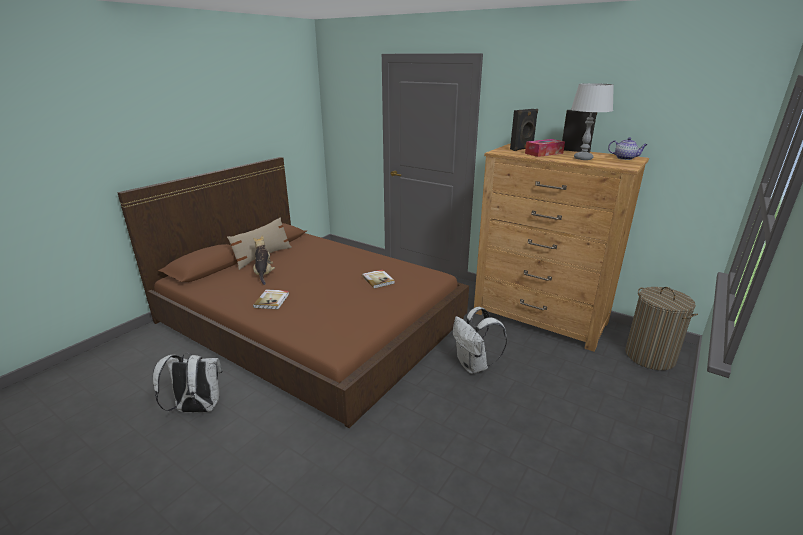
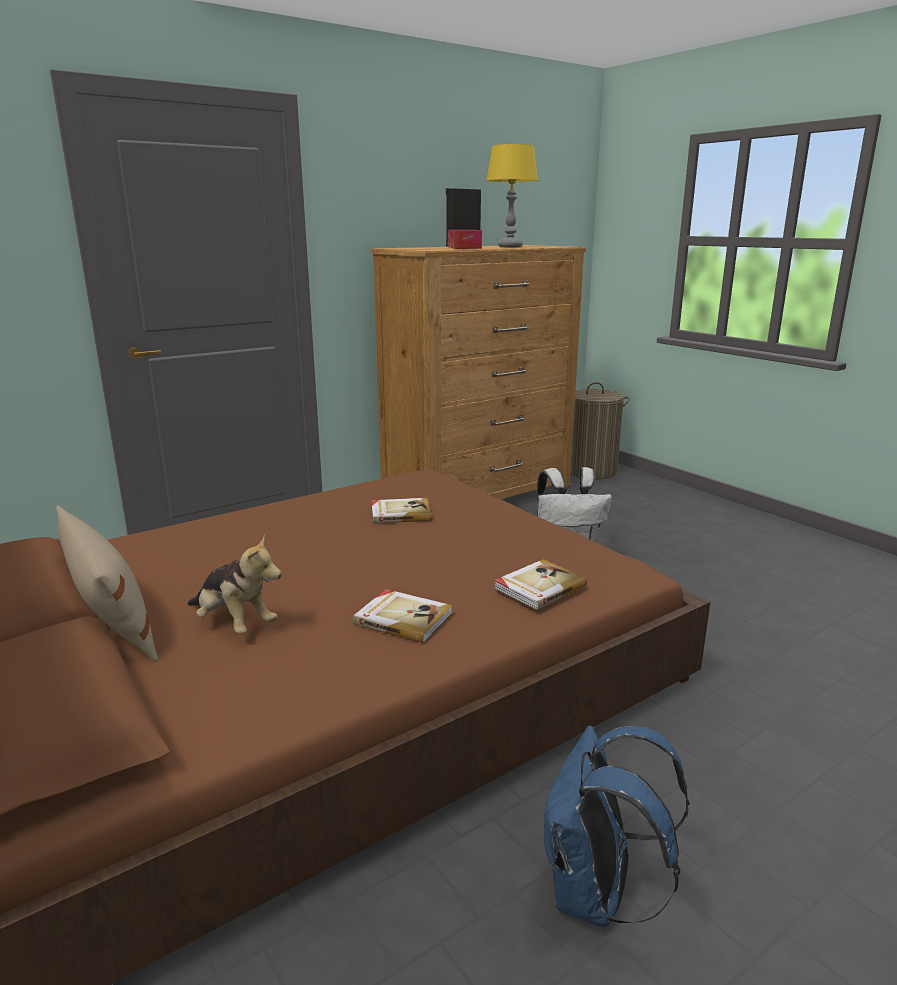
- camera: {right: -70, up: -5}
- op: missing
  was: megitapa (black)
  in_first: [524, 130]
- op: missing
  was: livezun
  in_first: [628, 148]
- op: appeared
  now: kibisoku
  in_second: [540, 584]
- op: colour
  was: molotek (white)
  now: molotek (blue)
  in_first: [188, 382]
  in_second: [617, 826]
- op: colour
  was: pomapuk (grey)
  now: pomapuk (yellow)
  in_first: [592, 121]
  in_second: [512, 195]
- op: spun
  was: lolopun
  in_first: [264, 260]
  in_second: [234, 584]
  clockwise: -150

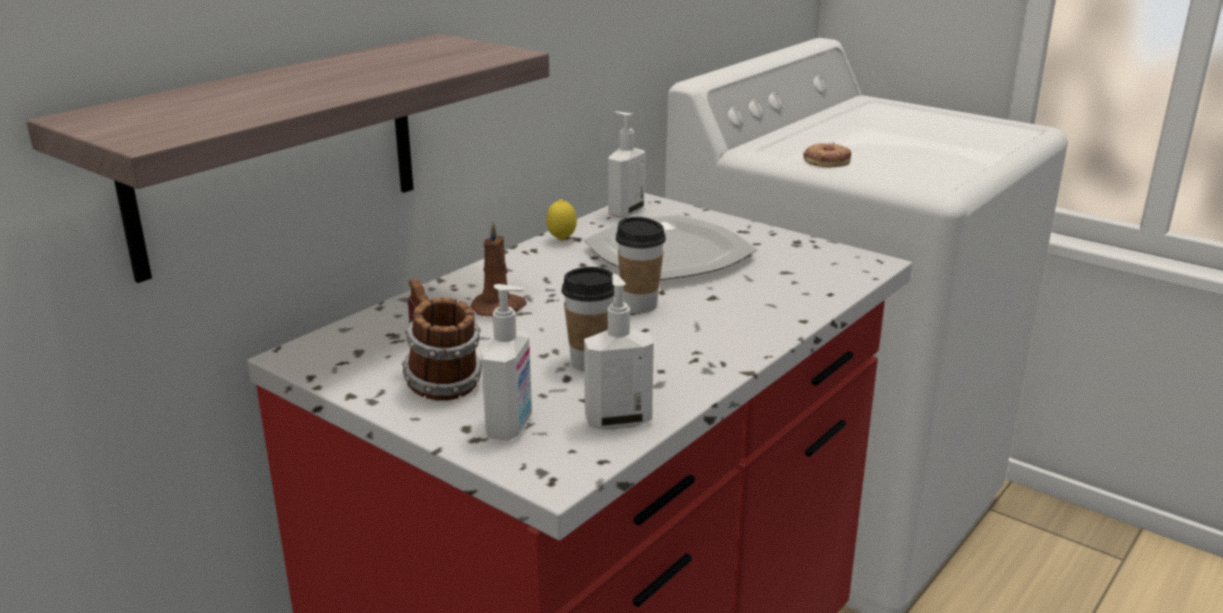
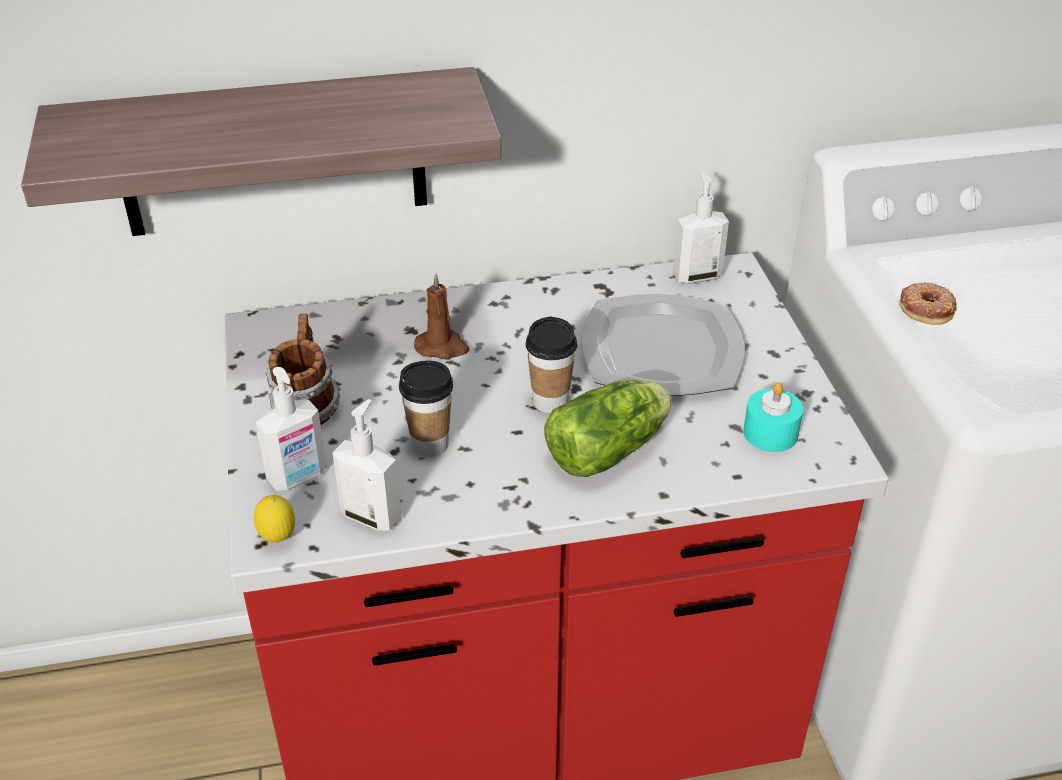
- camera: {right: 40, up: 15}
- op: appeared
  now: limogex
  in_second: [607, 428]
- op: appeared
  now: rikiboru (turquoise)
  in_second: [773, 417]
- op: relocated
  was: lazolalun
  in_first: [561, 220]
  in_second: [274, 518]

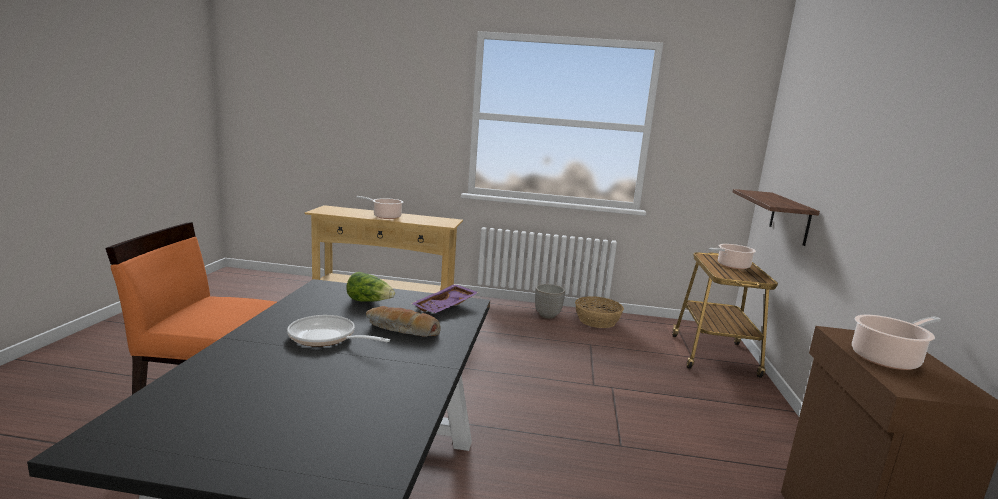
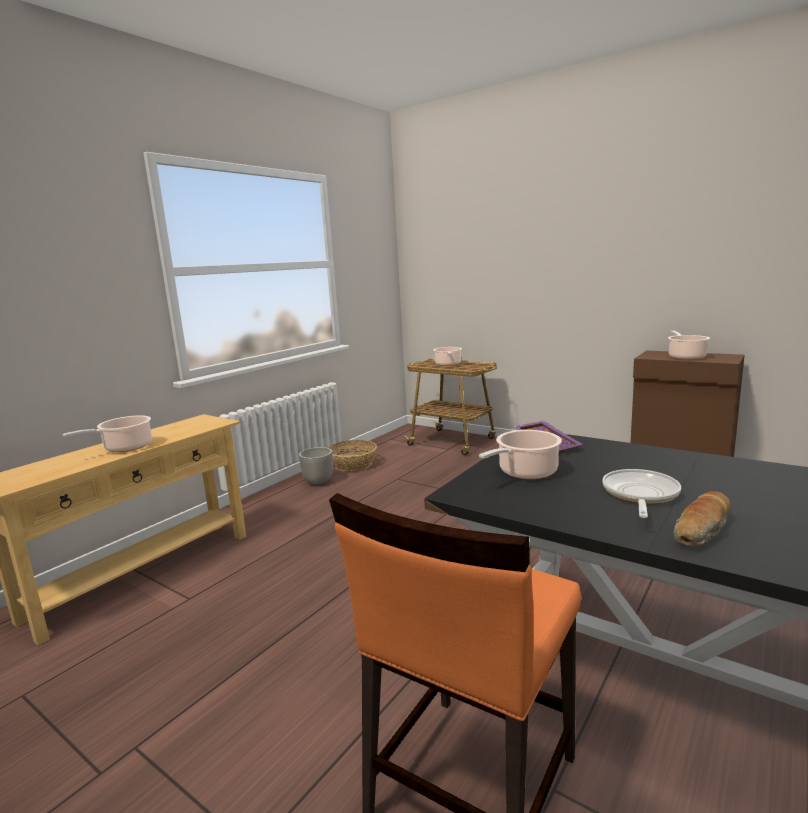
- camera: {right: -60, up: 0}
- op: missing
  was: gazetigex
  in_first: [776, 217]
- op: relocated
  was: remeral
  in_first: [403, 321]
  in_second: [702, 519]
- op: exchanged
  was: limogex
  now: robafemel
  in_first: [370, 287]
  in_second: [520, 454]
- op: spun
  was: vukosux
  in_first: [338, 331]
  in_second: [641, 493]
  clockwise: 150

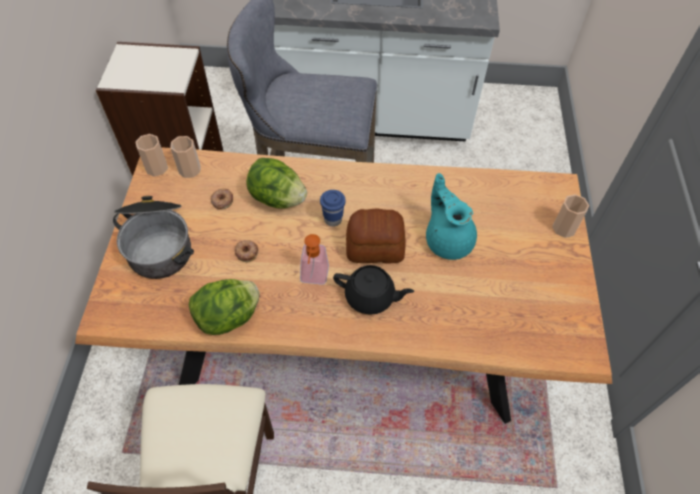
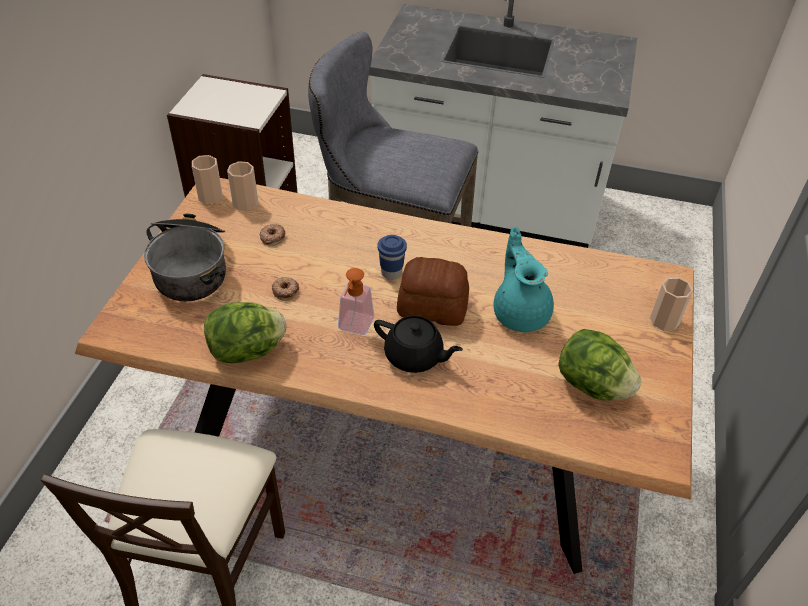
- camera: {right: 10, up: -10}
- op: relocated
  was: limogex
  in_first: [276, 183]
  in_second: [600, 365]

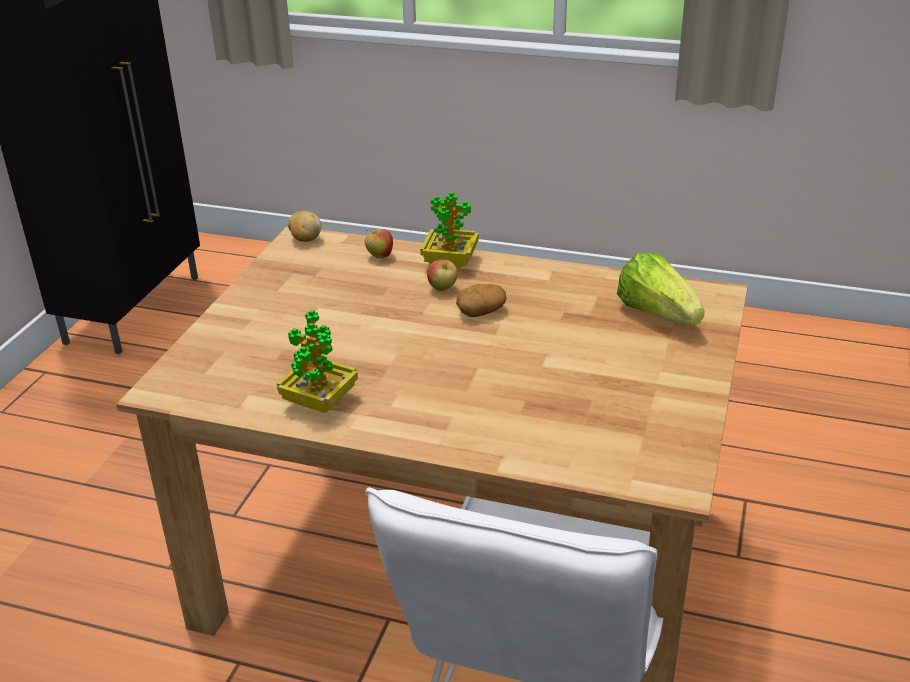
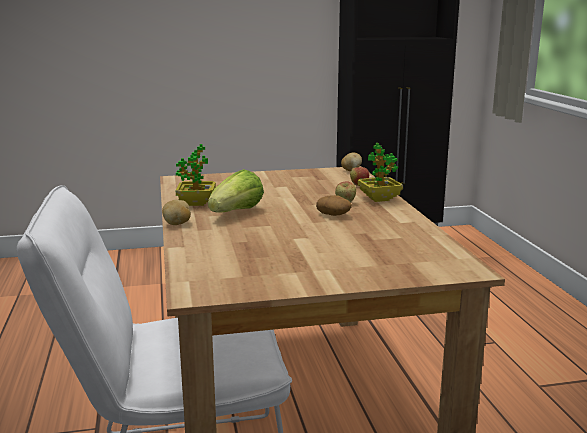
- camera: {right: 60, up: -15}
- op: appeared
  now: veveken
  in_second: [176, 212]
- op: relocated
  was: limogex
  in_first: [661, 289]
  in_second: [236, 191]

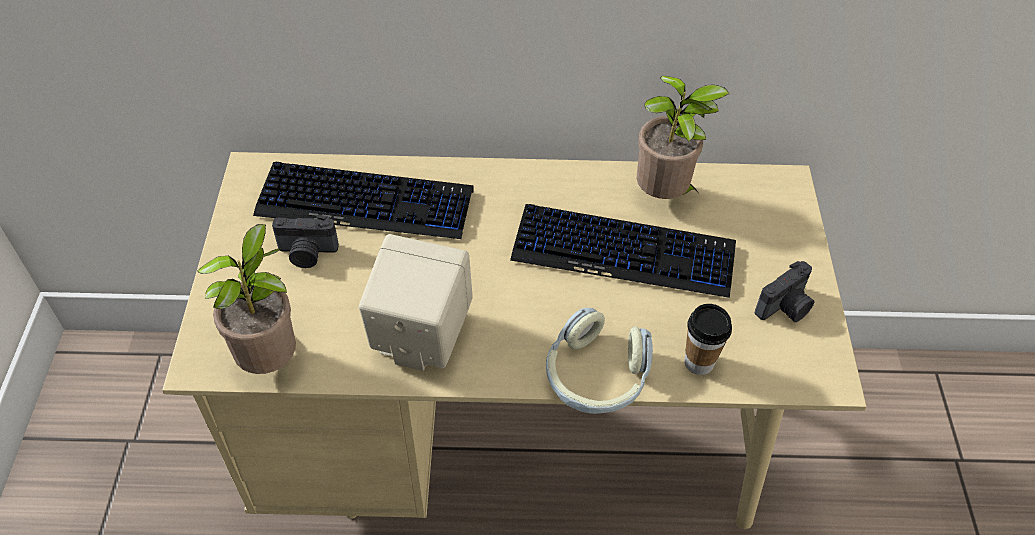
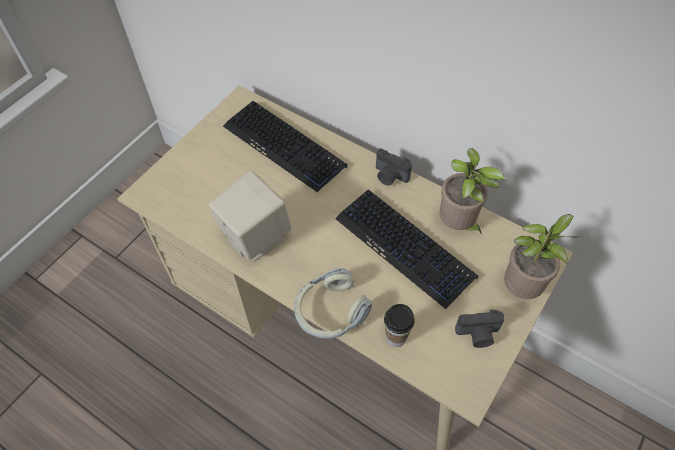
- camera: {right: 35, up: 5}
- op: relocated
  was: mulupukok
  in_first: [246, 299]
  in_second: [540, 256]
- op: relocated
  was: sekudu
  in_first: [305, 241]
  in_second: [394, 167]

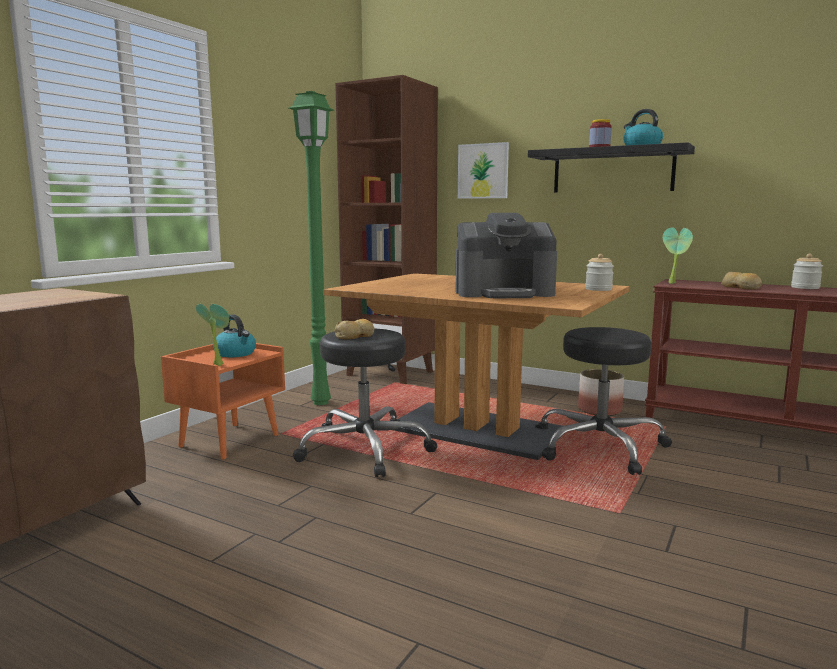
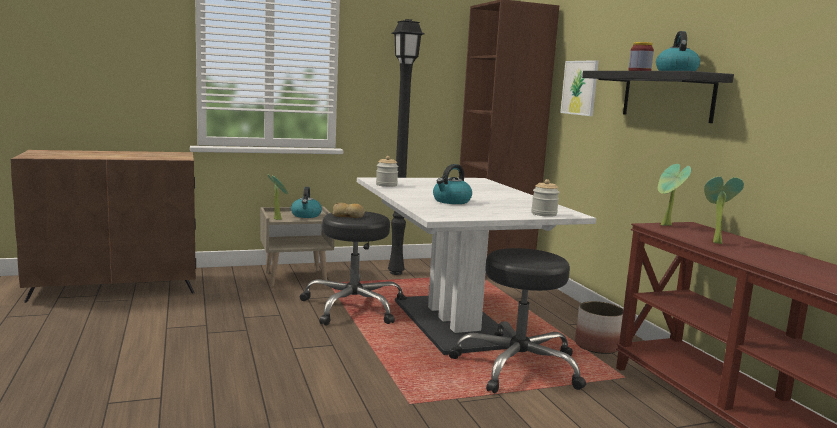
- camera: {right: 40, up: 0}
- op: relocated
  was: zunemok
  in_first: [807, 271]
  in_second: [387, 171]
- op: exchanged
  was: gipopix
  now: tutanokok
  in_first: [506, 255]
  in_second: [452, 184]
- op: exchanged
  was: remeral
  now: mulupukok
  in_first: [741, 281]
  in_second: [724, 210]
- op: colour
  was: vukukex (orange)
  now: vukukex (beige)
  in_first: [223, 401]
  in_second: [297, 246]
- op: colour
  was: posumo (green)
  now: posumo (black)
  in_first: [311, 248]
  in_second: [406, 147]
- op: colour
  was: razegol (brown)
  now: razegol (white)
  in_first: [476, 366]
  in_second: [476, 266]

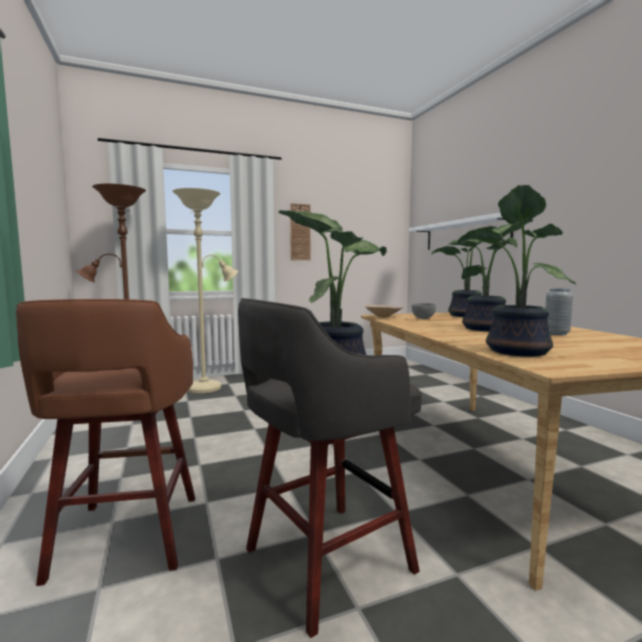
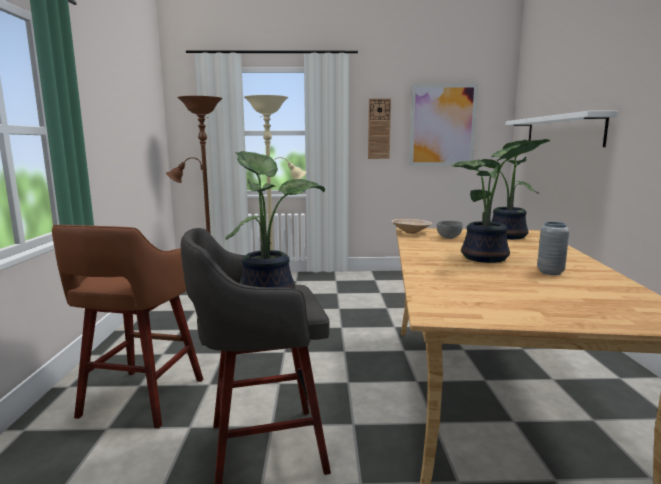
- camera: {right: 20, up: 5}
- op: missing
  was: mulupukok
  in_first: [516, 271]
- op: appeared
  now: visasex
  in_second: [443, 125]

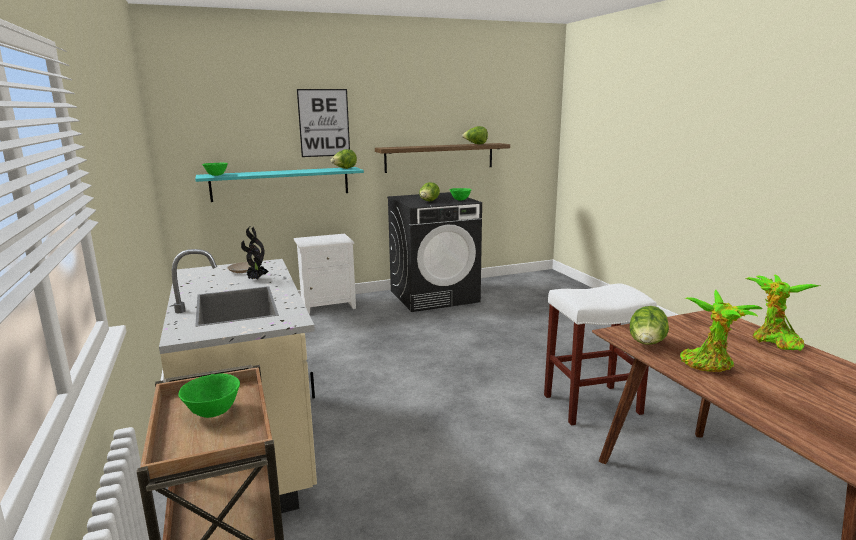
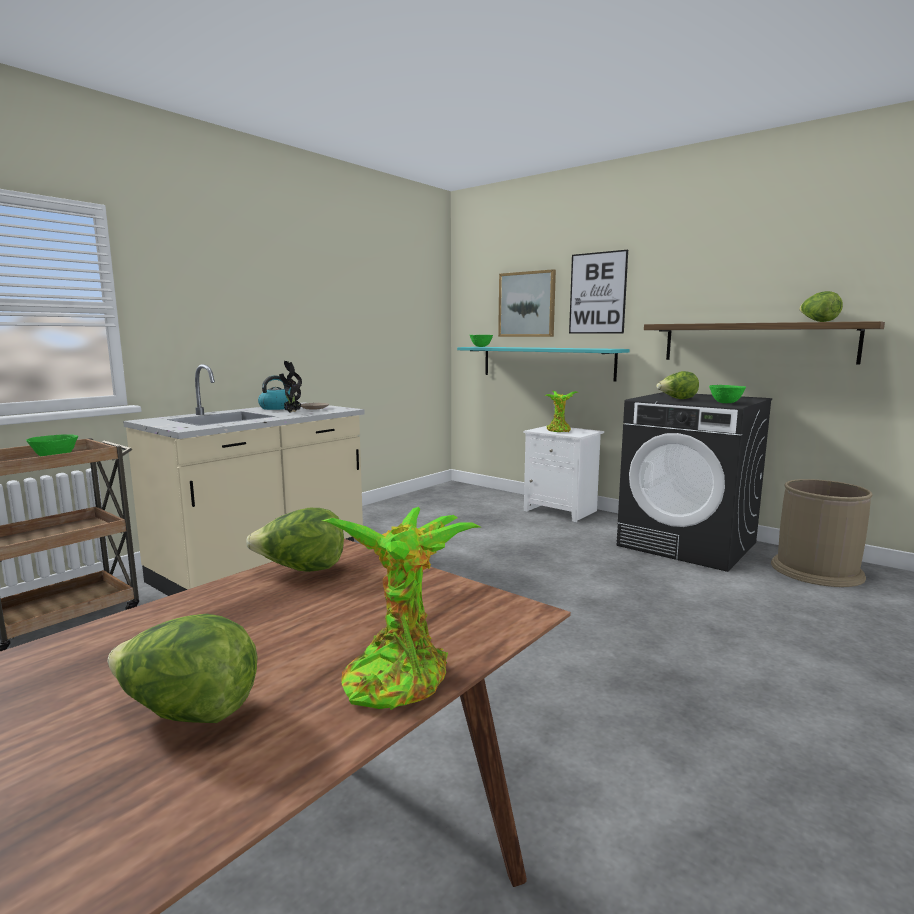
- camera: {right: 60, up: -5}
- op: missing
  was: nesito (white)
  in_first: [600, 354]
- op: appeared
  now: tutanokok
  in_second: [274, 393]
- op: appeared
  now: visasex
  in_second: [527, 303]
- op: appeared
  now: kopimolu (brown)
  in_second: [822, 533]
- op: relocated
  was: limogex
  in_first: [344, 159]
  in_second: [182, 668]
- op: relocated
  was: mulupukok
  in_first: [721, 331]
  in_second: [561, 411]

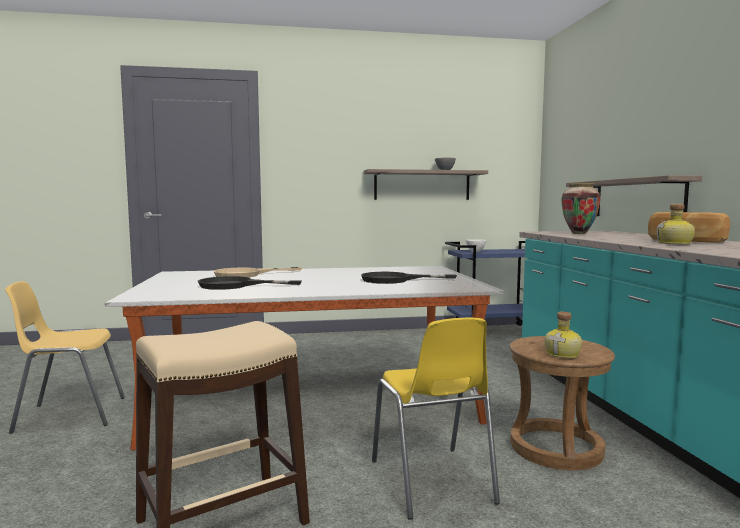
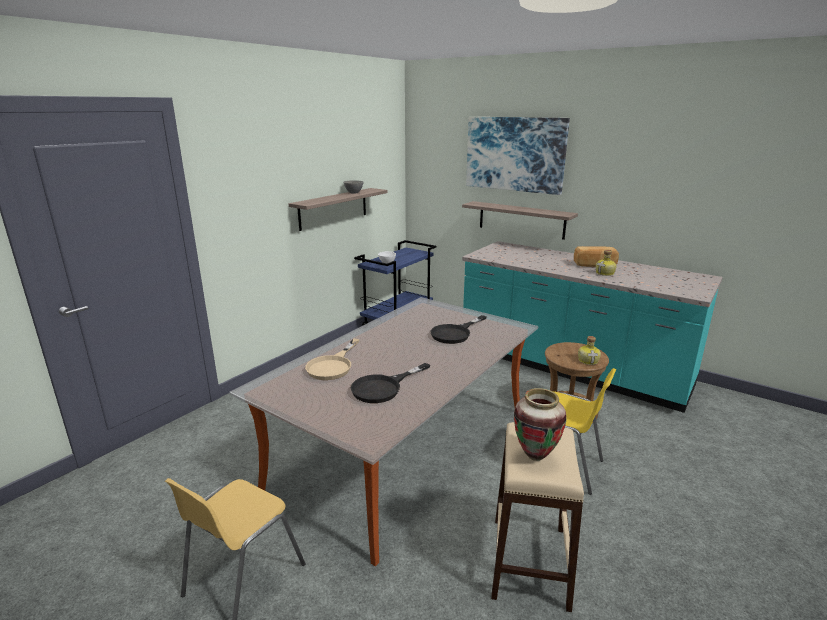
- camera: {right: -45, up: 15}
- op: appeared
  now: visasex
  in_second: [518, 156]
- op: relocated
  was: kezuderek
  in_first: [581, 208]
  in_second: [540, 424]

